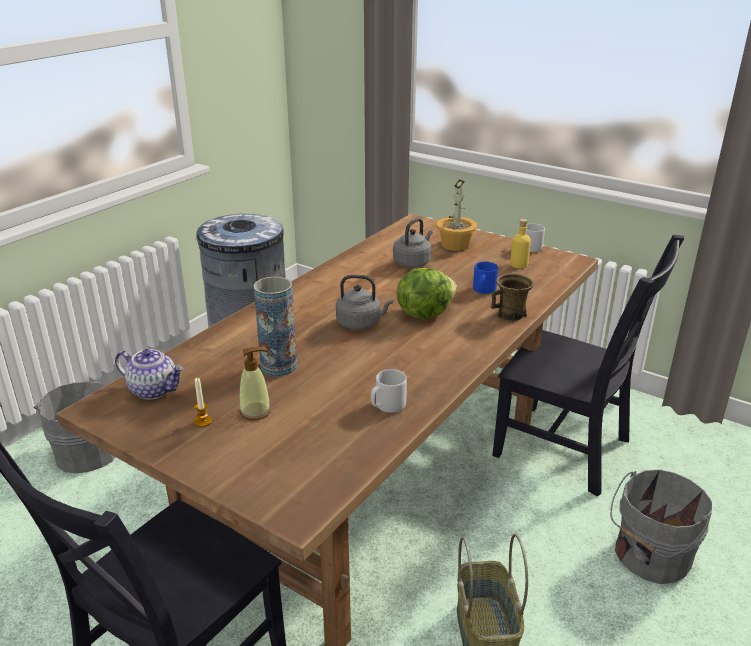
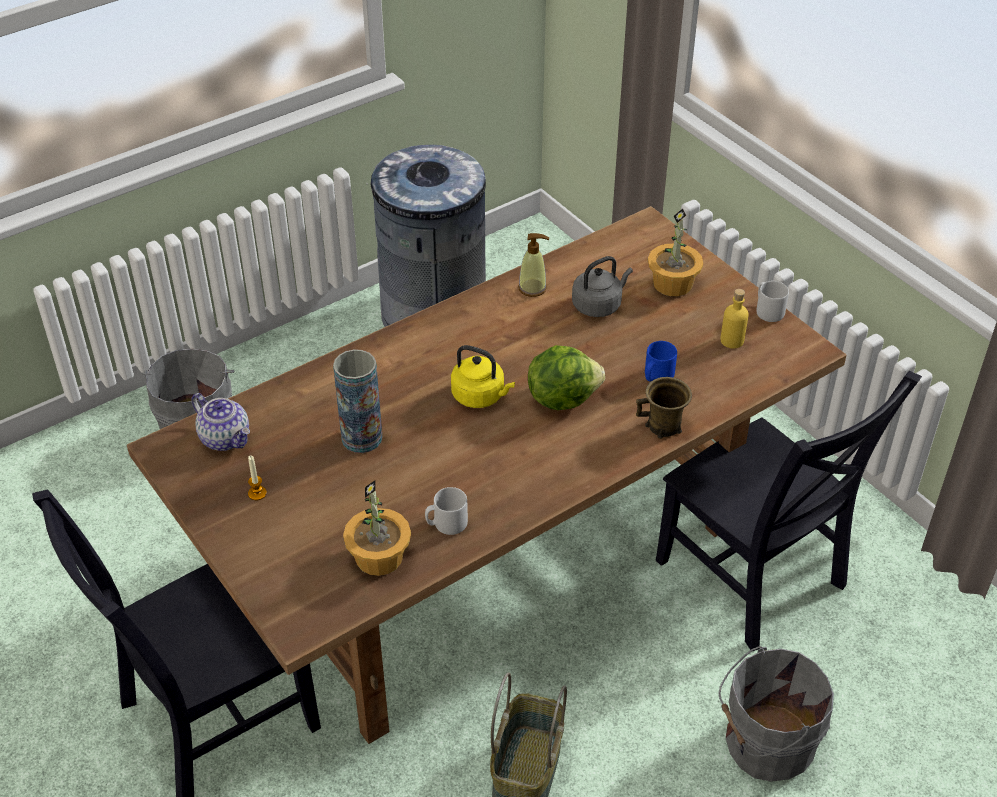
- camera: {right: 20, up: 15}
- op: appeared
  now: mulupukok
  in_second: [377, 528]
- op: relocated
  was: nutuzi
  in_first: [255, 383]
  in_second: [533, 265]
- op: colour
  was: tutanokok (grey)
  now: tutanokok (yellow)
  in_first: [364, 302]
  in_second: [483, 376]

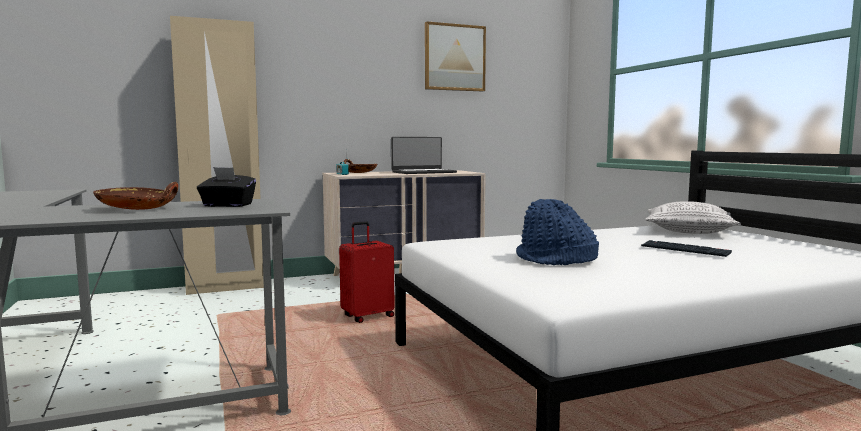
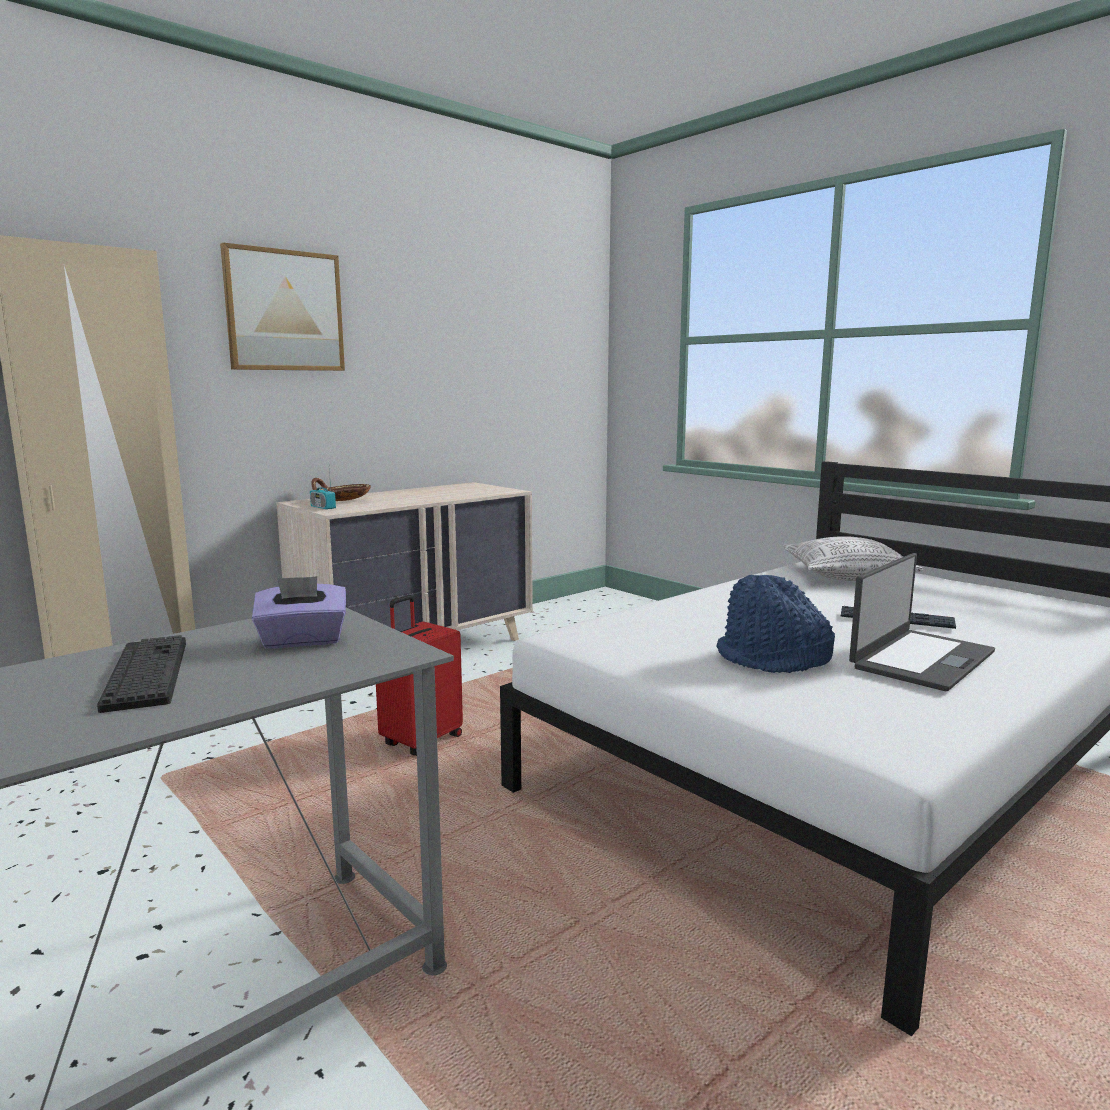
- camera: {right: -20, up: 5}
- op: relocated
  was: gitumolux
  in_first: [424, 155]
  in_second: [922, 622]
- op: relocated
  was: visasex
  in_first: [455, 56]
  in_second: [282, 307]
- op: exchanged
  was: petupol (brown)
  now: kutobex
  in_first: [135, 196]
  in_second: [141, 674]
- op: colour
  was: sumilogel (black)
  now: sumilogel (purple)
  in_first: [226, 187]
  in_second: [299, 612]

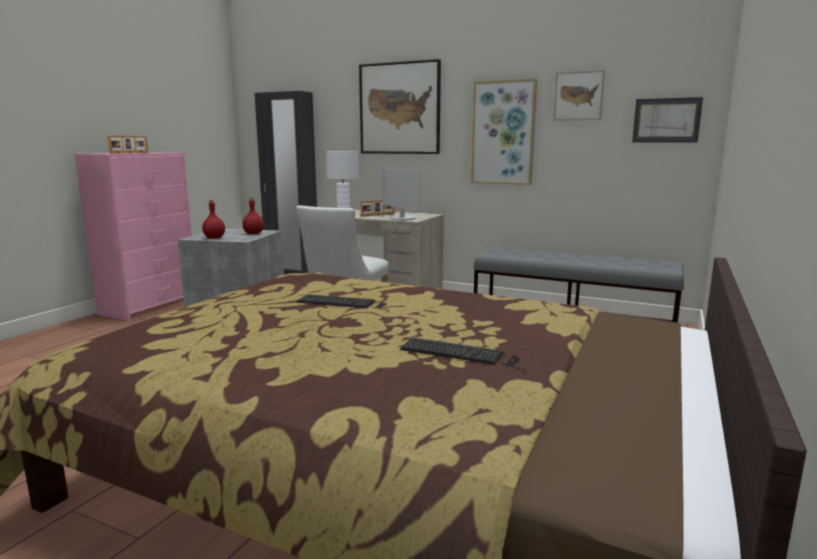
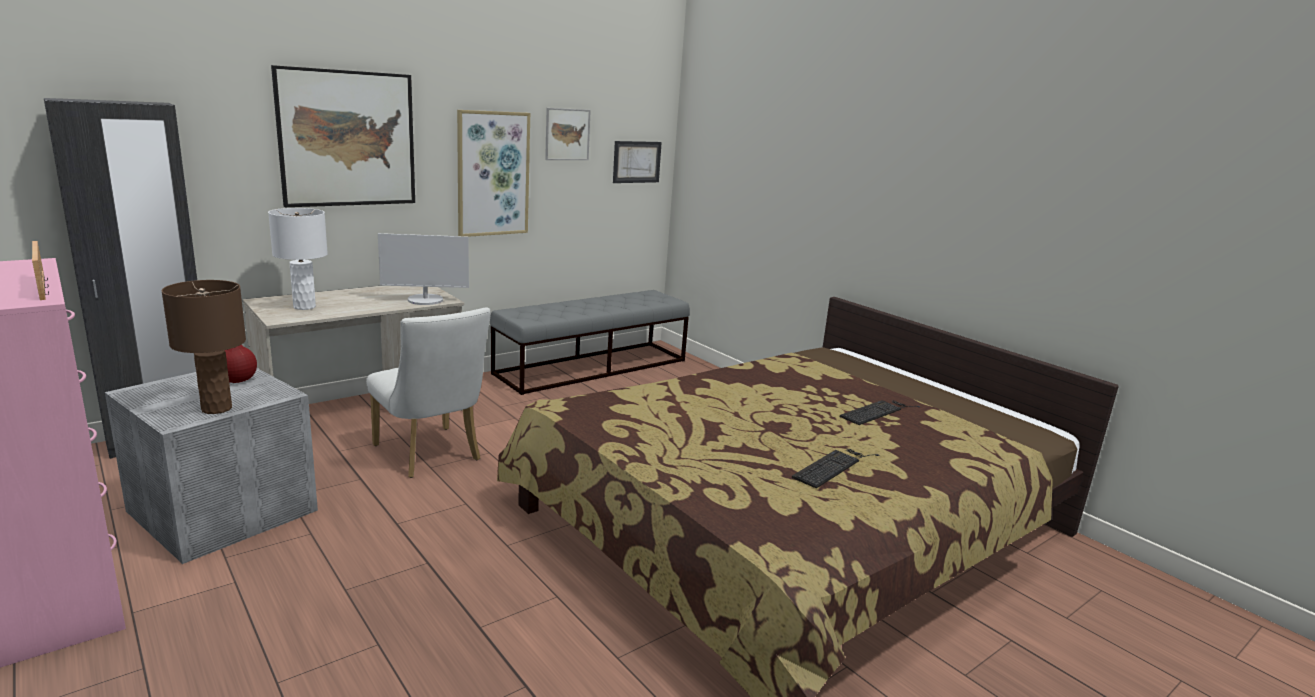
- camera: {right: -65, up: 5}
- op: missing
  was: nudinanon
  in_first: [377, 208]
- op: relocated
  was: kutobex
  in_first: [342, 303]
  in_second: [836, 469]
- op: exchanged
  was: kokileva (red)
  now: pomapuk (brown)
  in_first: [213, 219]
  in_second: [204, 347]

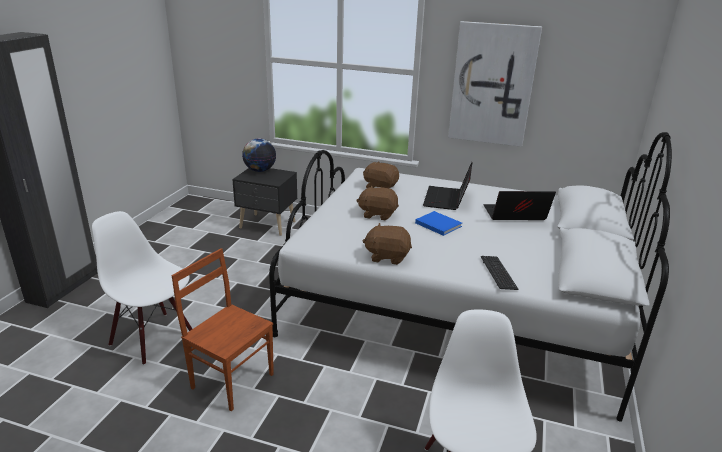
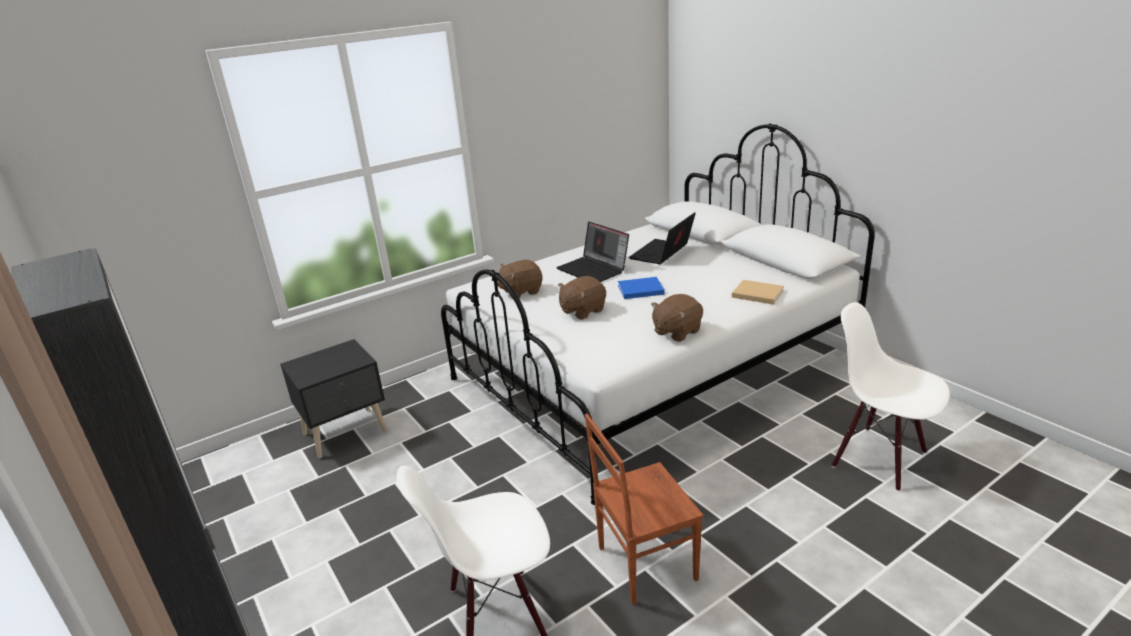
- camera: {right: -50, up: 0}
- op: missing
  was: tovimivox
  in_first: [259, 155]
- op: missing
  was: visasex
  in_first: [495, 84]
- op: exchanged
  was: kutobex
  now: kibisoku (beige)
  in_first: [499, 273]
  in_second: [758, 292]

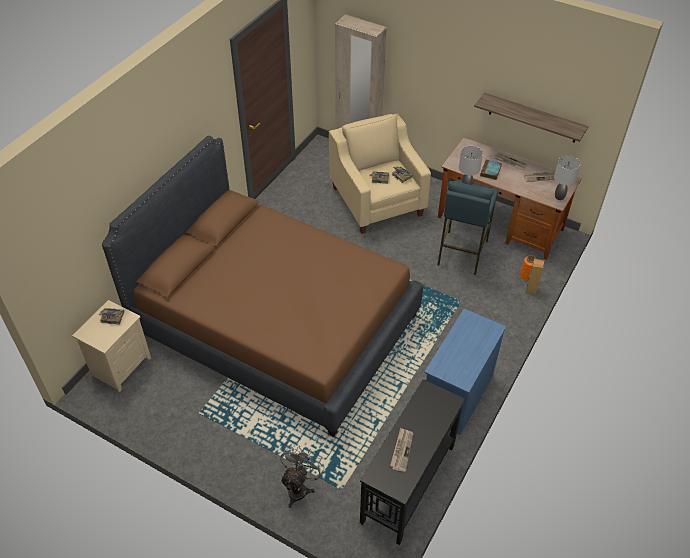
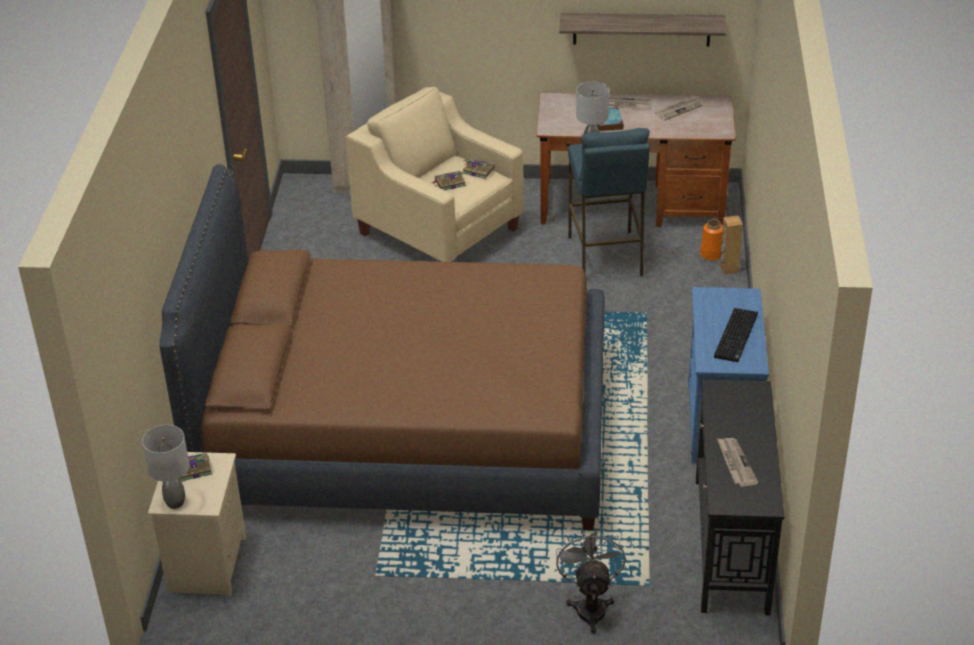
- camera: {right: -25, up: -10}
- op: appeared
  now: kutobex
  in_second: [736, 335]
- op: relocated
  was: pomapuk (grey)
  in_first: [567, 177]
  in_second: [165, 467]

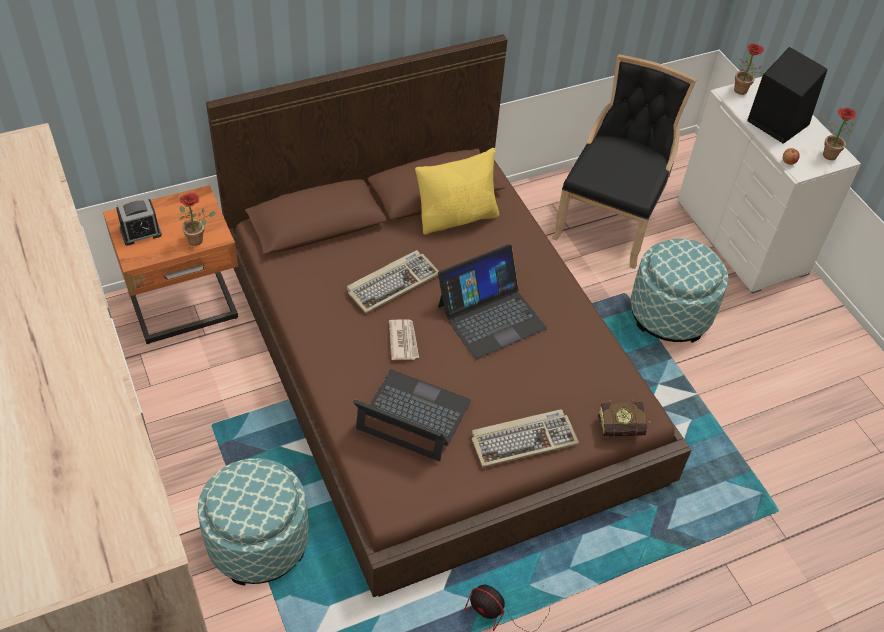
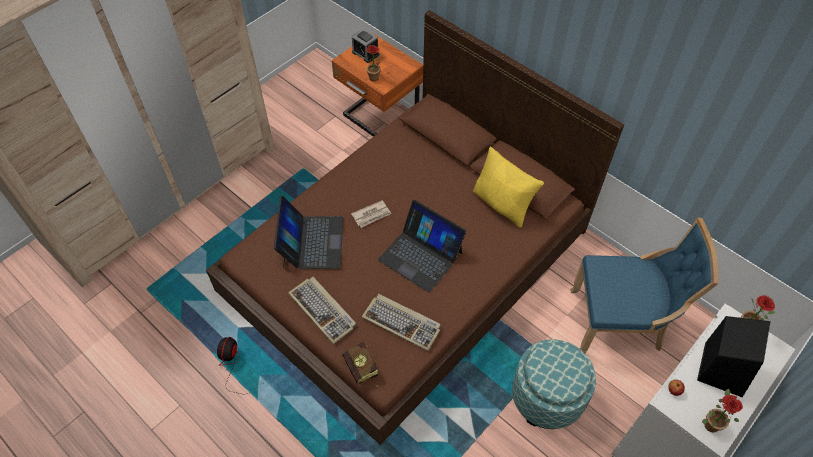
- camera: {right: 70, up: 5}
- op: missing
  was: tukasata
  in_first: [253, 522]
- op: relocated
  was: kutobex
  in_first: [393, 282]
  in_second: [401, 322]
- op: colour
  was: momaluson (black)
  now: momaluson (blue)
  in_first: [624, 162]
  in_second: [644, 285]

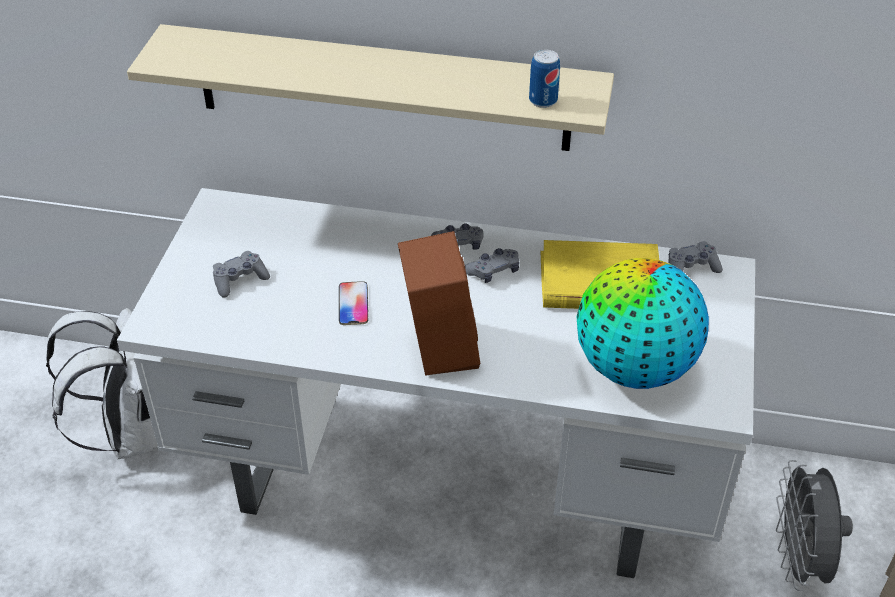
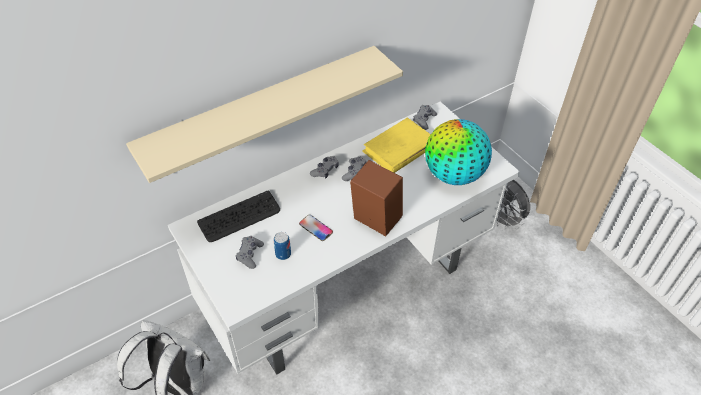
- camera: {right: -45, up: 5}
- op: appeared
  now: kutobex
  in_second: [238, 216]
- op: relocated
  was: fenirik
  in_first: [544, 78]
  in_second: [282, 246]

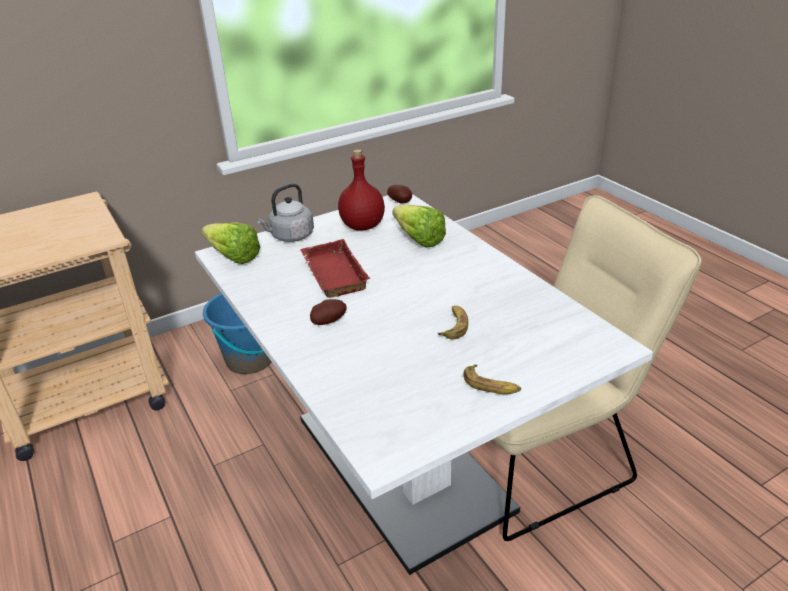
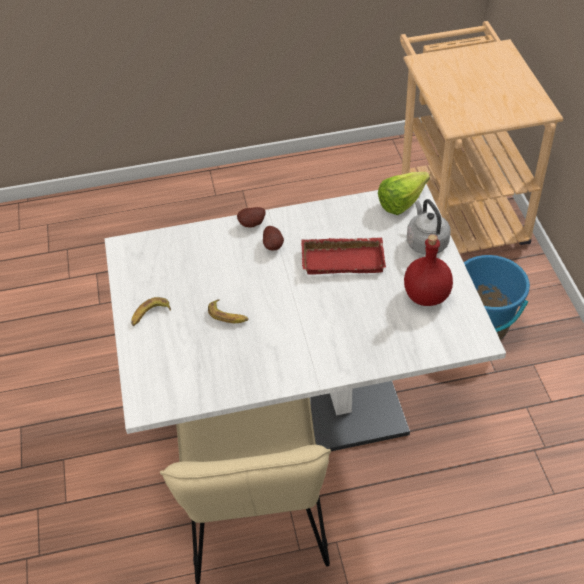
- camera: {right: 110, up: 15}
- op: missing
  was: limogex
  in_first: [419, 226]
- op: relocated
  was: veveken
  in_first: [399, 194]
  in_second: [251, 217]

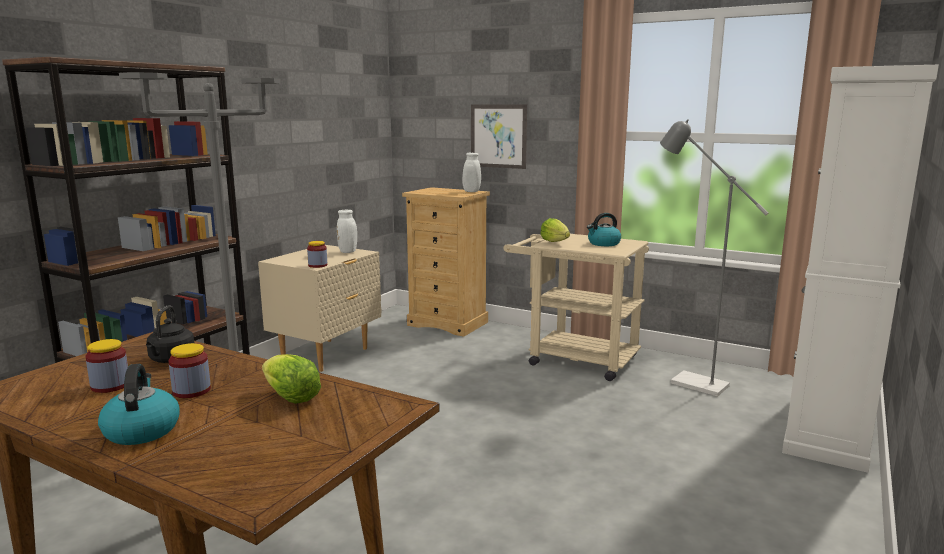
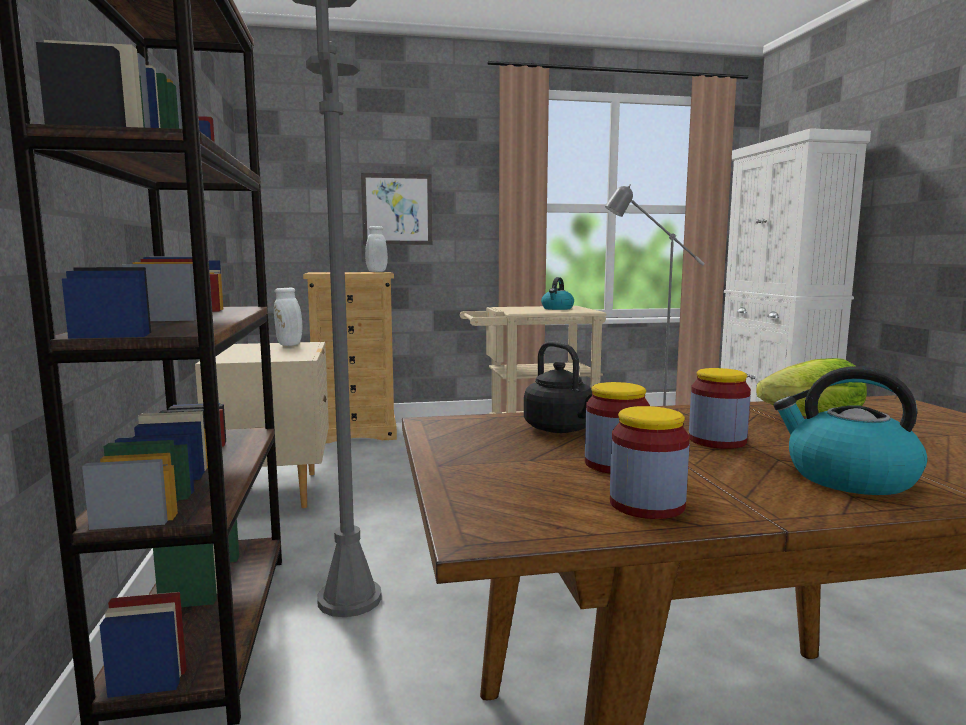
- camera: {right: -40, up: -5}
- op: missing
  was: limogex
  in_first: [555, 230]
- op: relocated
  was: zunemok
  in_first: [317, 254]
  in_second: [650, 462]

